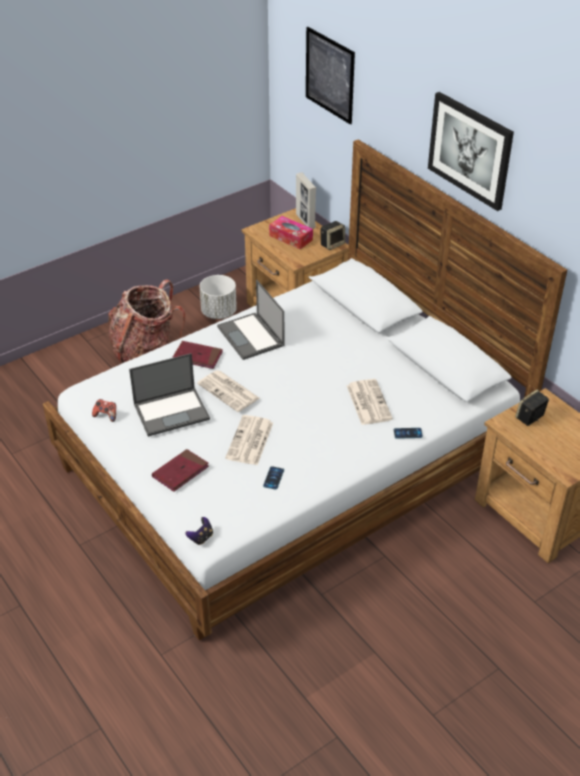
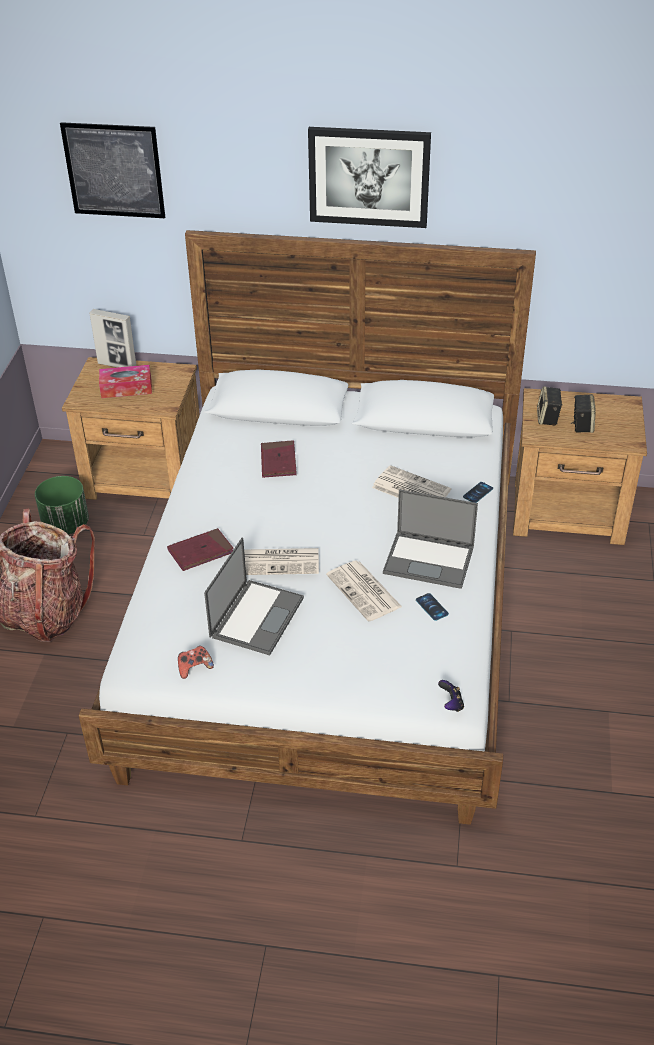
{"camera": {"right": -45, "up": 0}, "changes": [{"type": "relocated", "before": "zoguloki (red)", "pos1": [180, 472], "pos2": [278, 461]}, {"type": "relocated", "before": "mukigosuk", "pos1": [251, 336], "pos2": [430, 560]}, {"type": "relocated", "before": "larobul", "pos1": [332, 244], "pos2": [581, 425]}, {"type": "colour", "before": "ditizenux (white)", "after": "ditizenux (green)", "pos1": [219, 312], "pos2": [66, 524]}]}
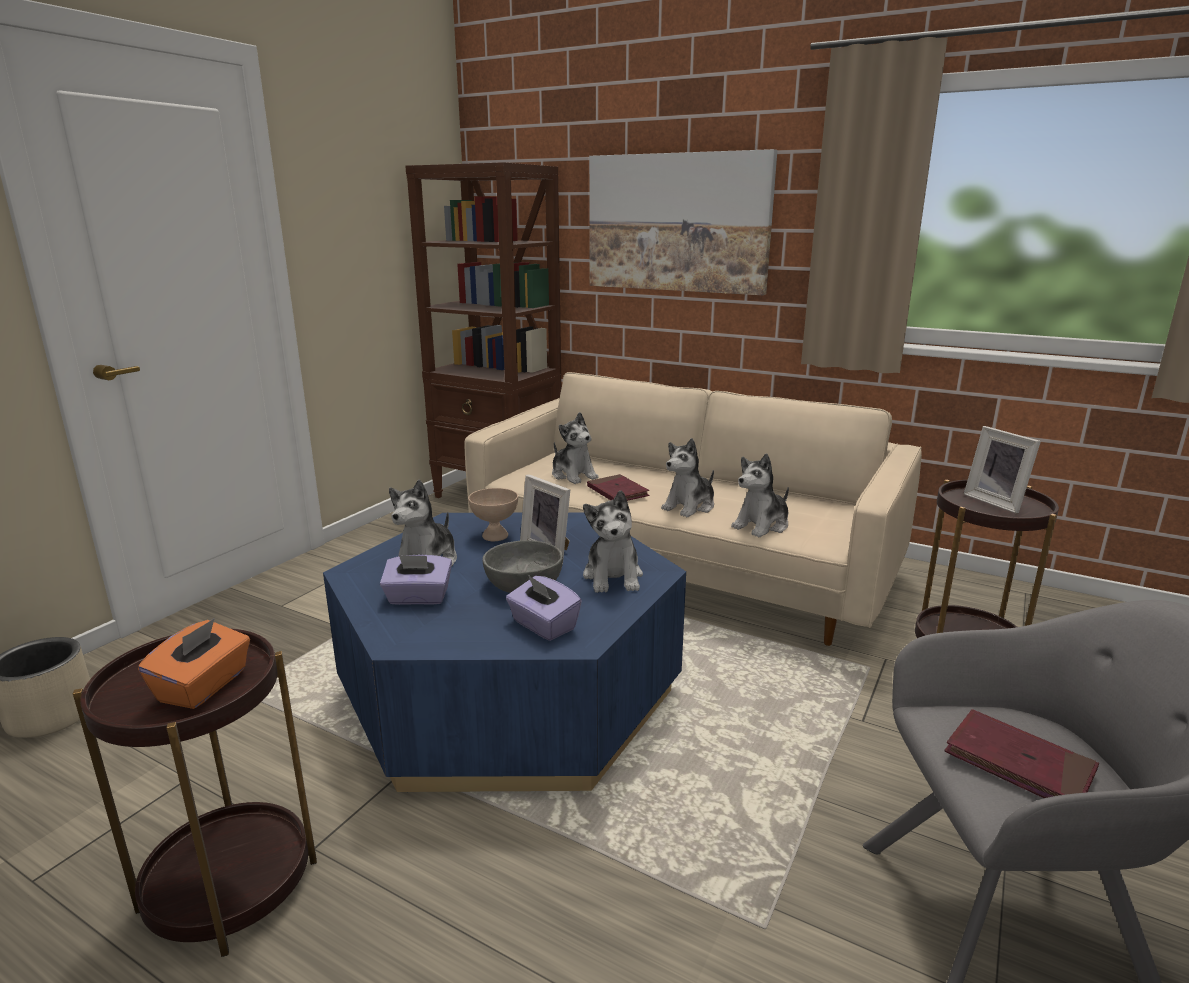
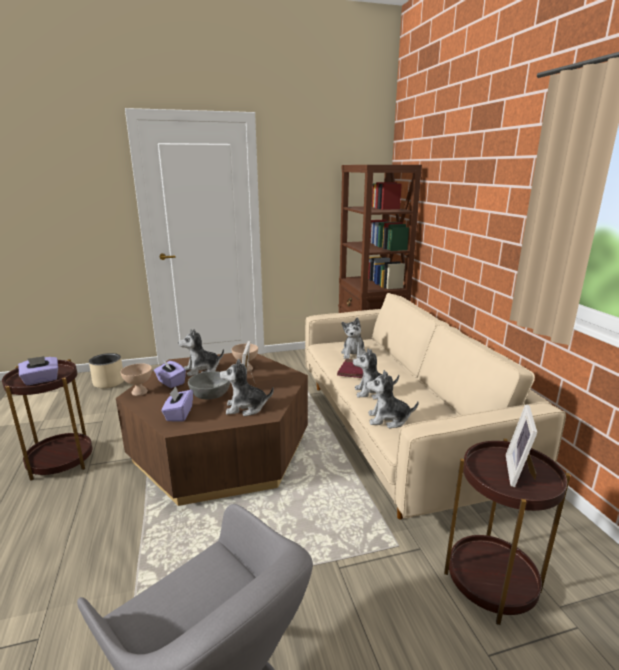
{"camera": {"right": 45, "up": 0}, "changes": [{"type": "missing", "before": "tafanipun", "pos1": [677, 223]}, {"type": "missing", "before": "zoguloki (red)", "pos1": [1018, 764]}, {"type": "appeared", "after": "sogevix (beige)", "pos2": [140, 392]}, {"type": "colour", "before": "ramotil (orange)", "after": "ramotil (purple)", "pos1": [204, 686], "pos2": [41, 380]}, {"type": "colour", "before": "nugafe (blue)", "after": "nugafe (brown)", "pos1": [511, 692], "pos2": [221, 449]}, {"type": "spun", "before": "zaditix", "pos1": [613, 576], "pos2": [246, 408], "turn": 45}]}
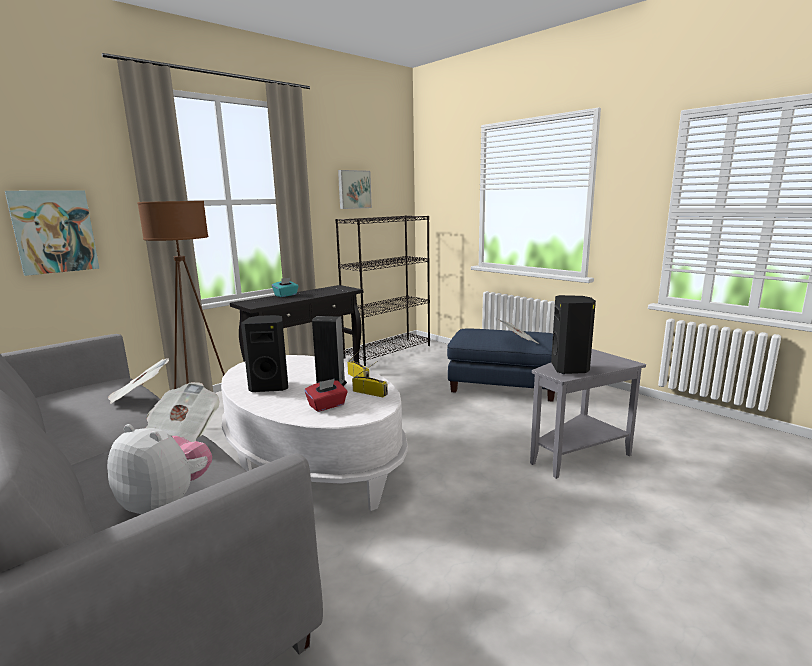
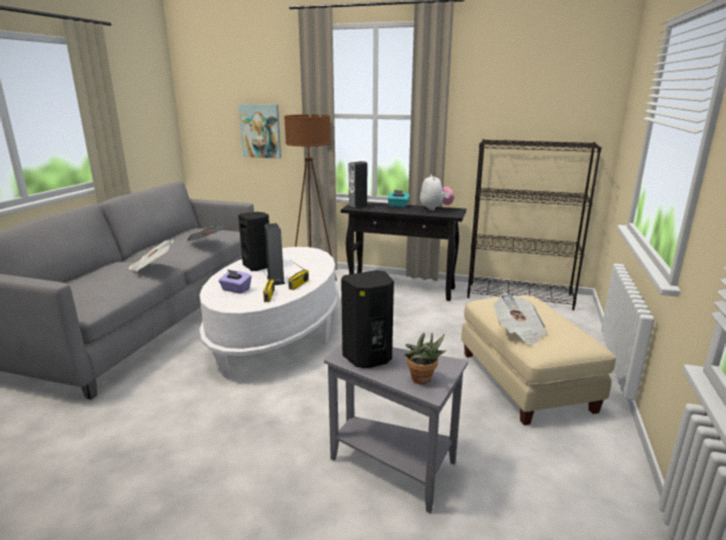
{"camera": {"right": 60, "up": 5}, "changes": [{"type": "missing", "before": "tafanipun", "pos1": [354, 189]}, {"type": "appeared", "after": "larobul", "pos2": [358, 207]}, {"type": "appeared", "after": "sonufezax", "pos2": [423, 381]}, {"type": "relocated", "before": "zaditix", "pos1": [167, 503], "pos2": [435, 209]}, {"type": "colour", "before": "ramotil (red)", "after": "ramotil (purple)", "pos1": [327, 406], "pos2": [235, 290]}, {"type": "colour", "before": "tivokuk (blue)", "after": "tivokuk (beige)", "pos1": [504, 385], "pos2": [525, 381]}]}
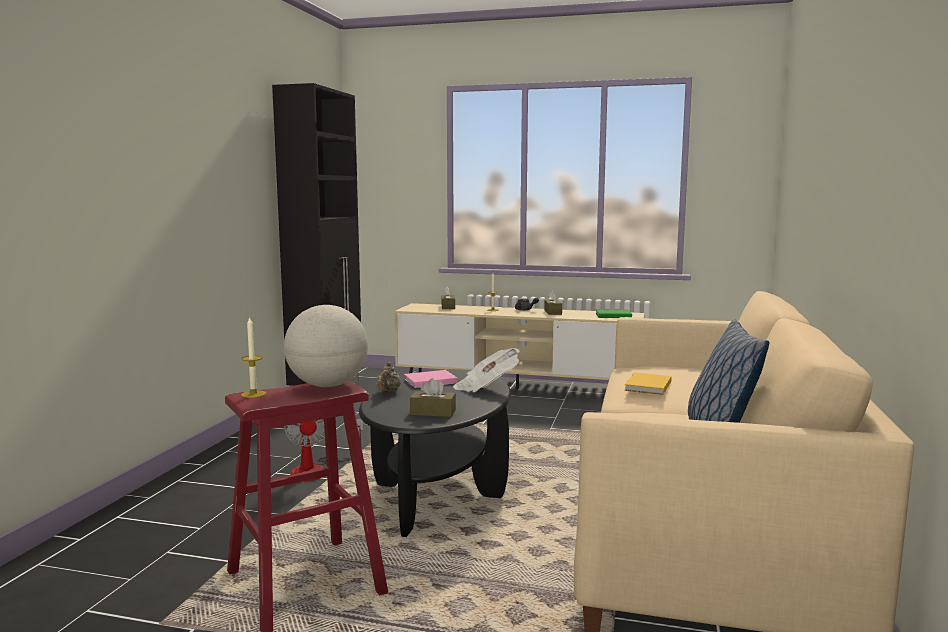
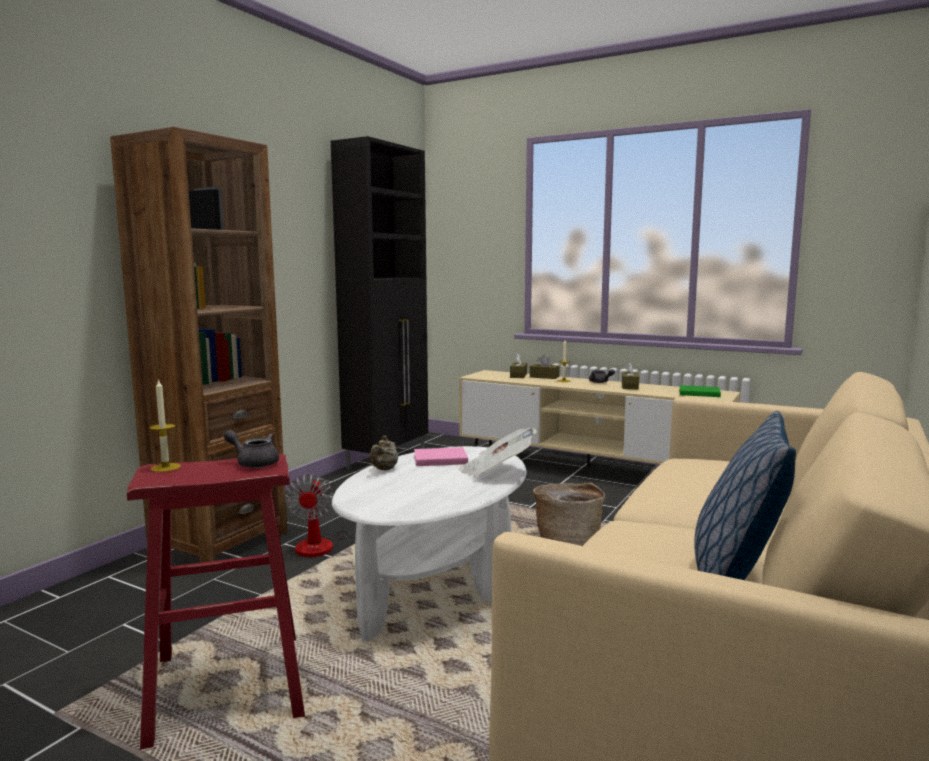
{"camera": {"right": 15, "up": 0}, "changes": [{"type": "missing", "before": "zoguloki (yellow)", "pos1": [647, 386]}, {"type": "appeared", "after": "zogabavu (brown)", "pos2": [219, 541]}, {"type": "appeared", "after": "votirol", "pos2": [568, 542]}, {"type": "relocated", "before": "ramotil (brown)", "pos1": [433, 412], "pos2": [544, 377]}, {"type": "exchanged", "before": "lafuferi", "after": "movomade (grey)", "pos1": [327, 385], "pos2": [254, 463]}, {"type": "colour", "before": "nugafe (black)", "after": "nugafe (white)", "pos1": [438, 491], "pos2": [436, 587]}]}
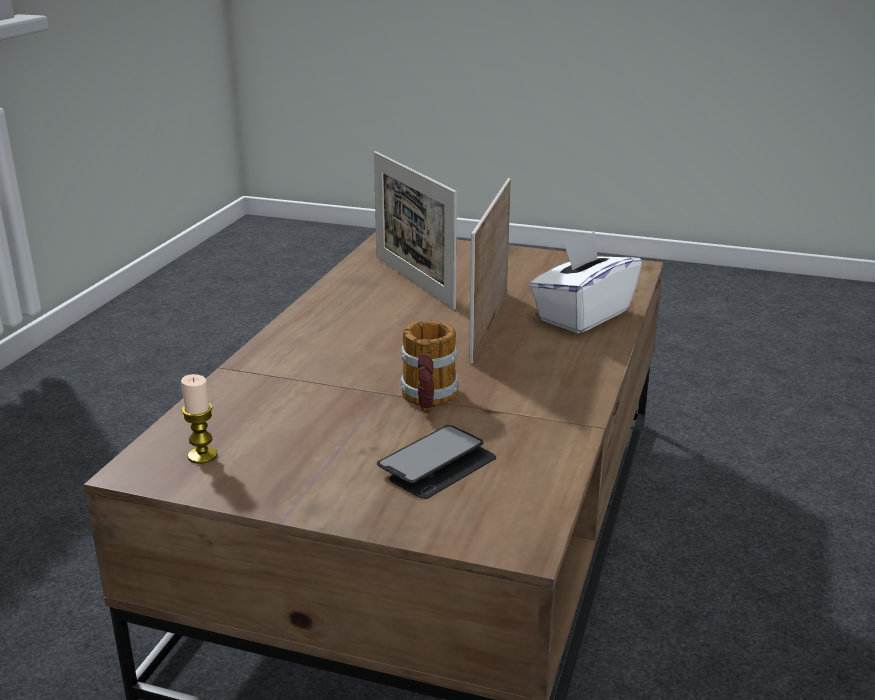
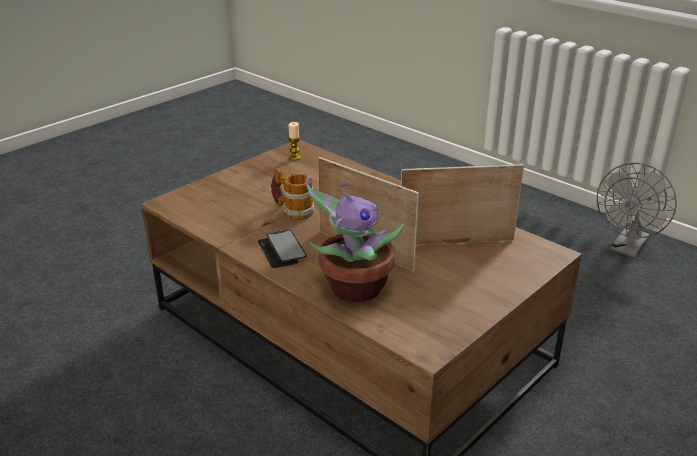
{"camera": {"right": 115, "up": 5}, "changes": [{"type": "appeared", "after": "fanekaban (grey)", "pos2": [627, 248]}, {"type": "relocated", "before": "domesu", "pos1": [437, 464], "pos2": [282, 250]}, {"type": "exchanged", "before": "ramotil (white)", "after": "sonufezax", "pos1": [582, 315], "pos2": [352, 289]}]}
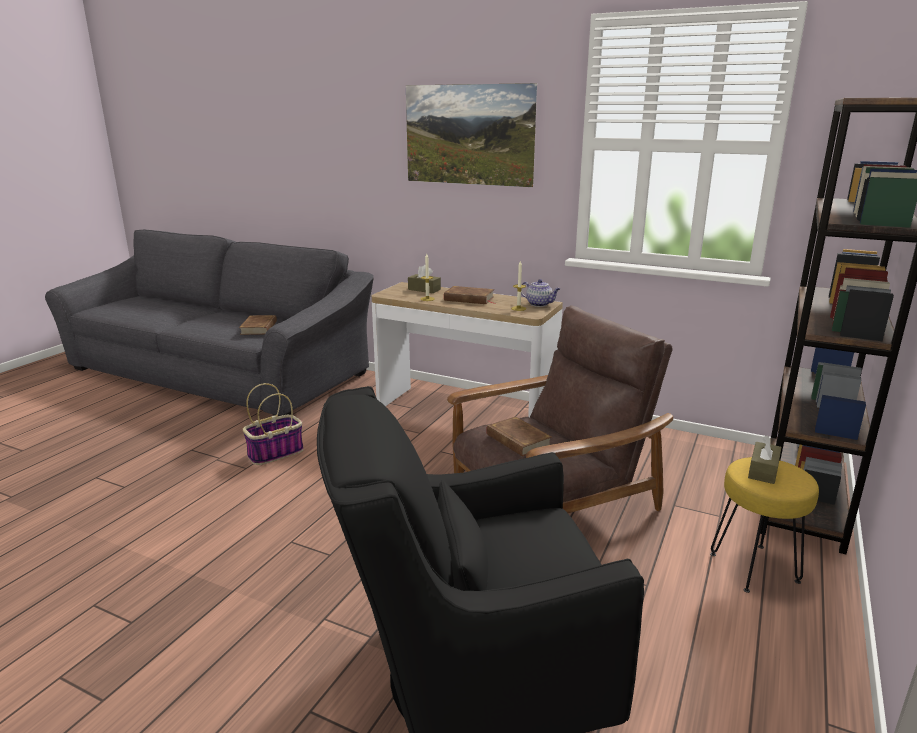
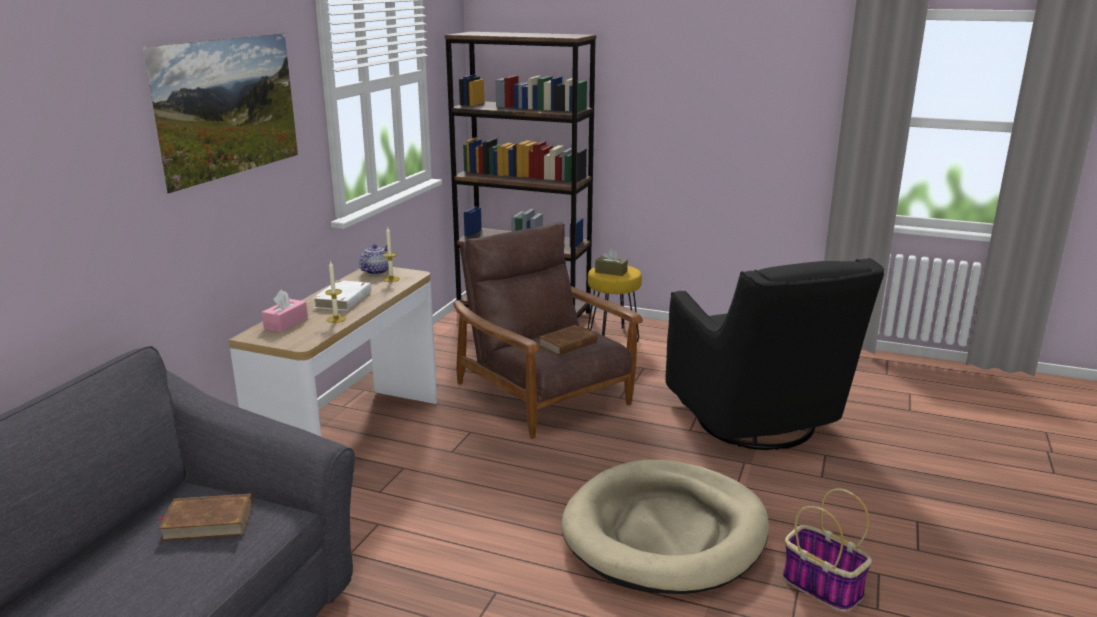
{"camera": {"right": -95, "up": 0}, "changes": [{"type": "appeared", "after": "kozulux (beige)", "pos2": [665, 532]}, {"type": "relocated", "before": "votirol", "pos1": [276, 453], "pos2": [820, 586]}, {"type": "colour", "before": "ramotil (brown)", "after": "ramotil (pink)", "pos1": [424, 289], "pos2": [286, 323]}, {"type": "colour", "before": "zoguloki (brown)", "after": "zoguloki (white)", "pos1": [469, 299], "pos2": [343, 299]}]}
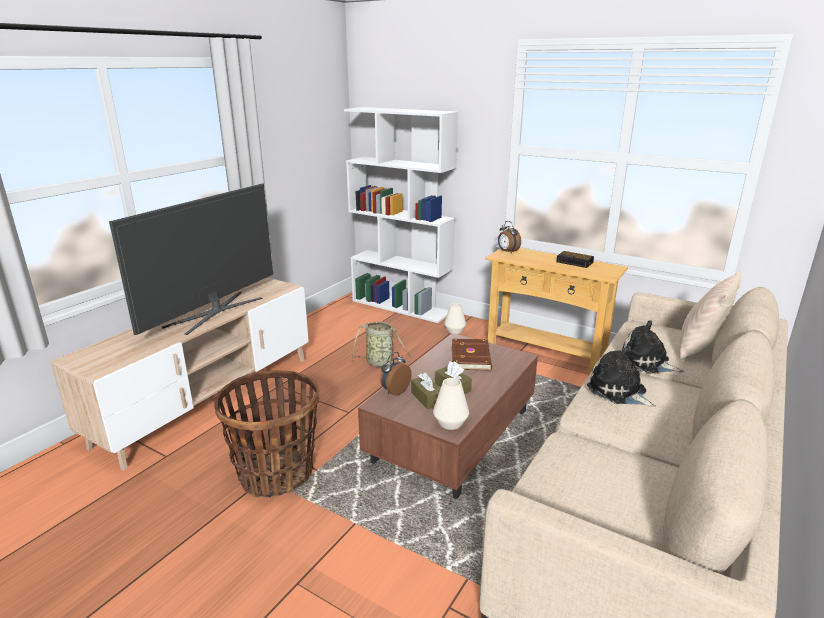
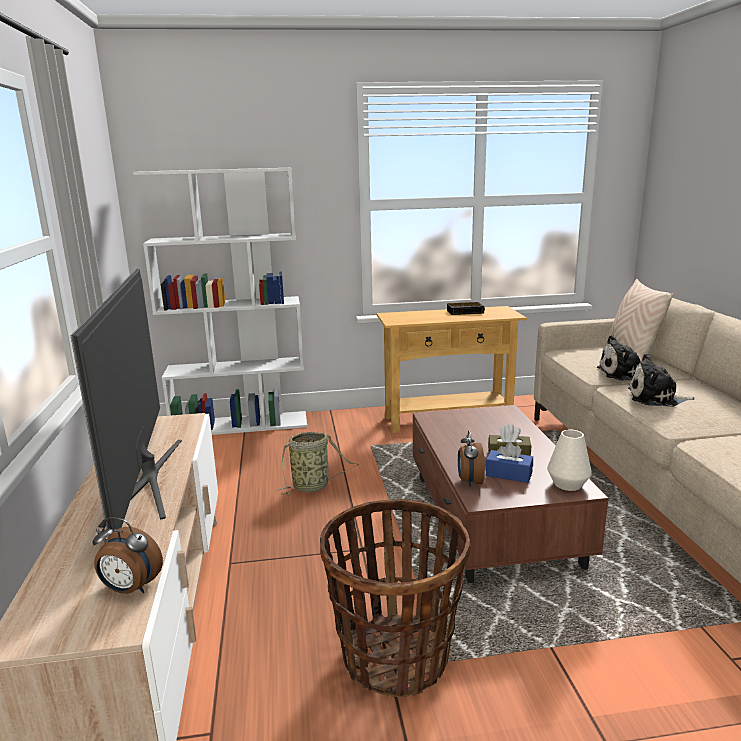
{"camera": {"right": -40, "up": -5}, "changes": [{"type": "missing", "before": "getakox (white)", "pos1": [455, 331]}, {"type": "missing", "before": "zoguloki (brown)", "pos1": [472, 357]}, {"type": "relocated", "before": "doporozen", "pos1": [507, 252], "pos2": [130, 589]}, {"type": "colour", "before": "ramotil (brown)", "after": "ramotil (blue)", "pos1": [427, 398], "pos2": [508, 474]}]}
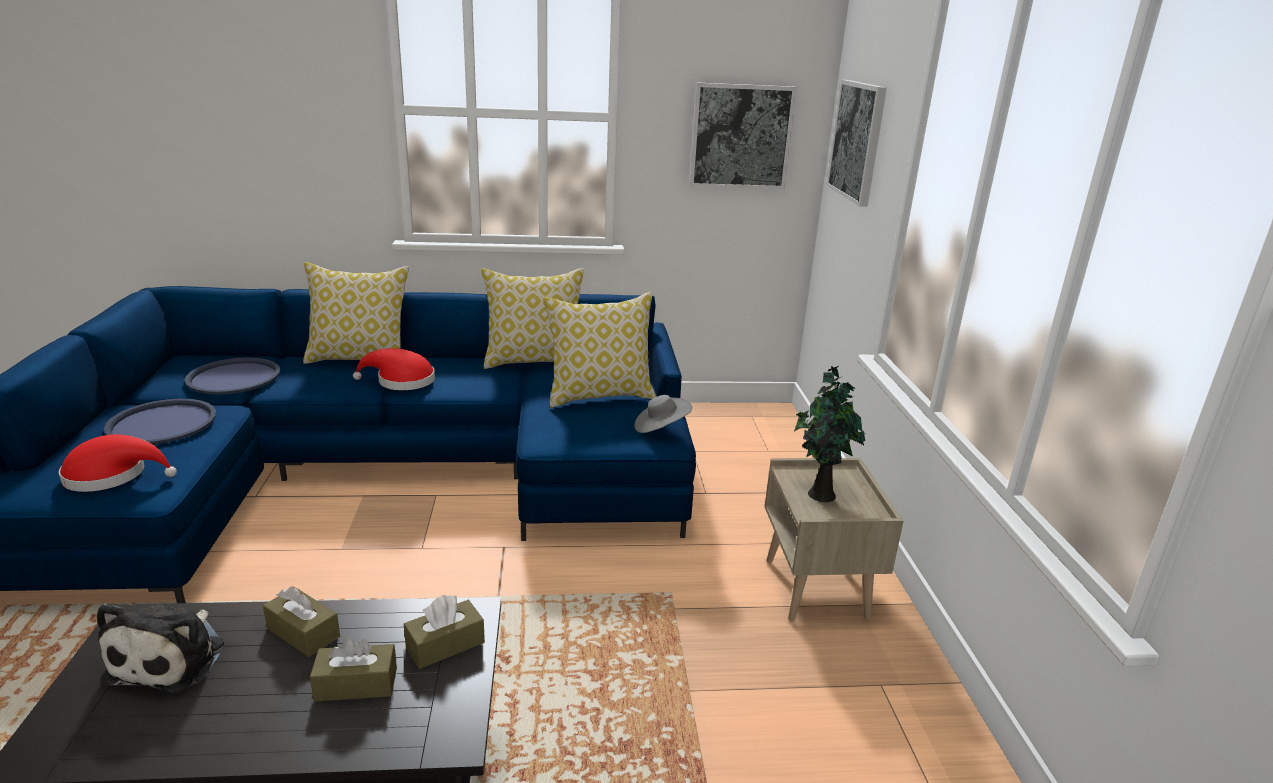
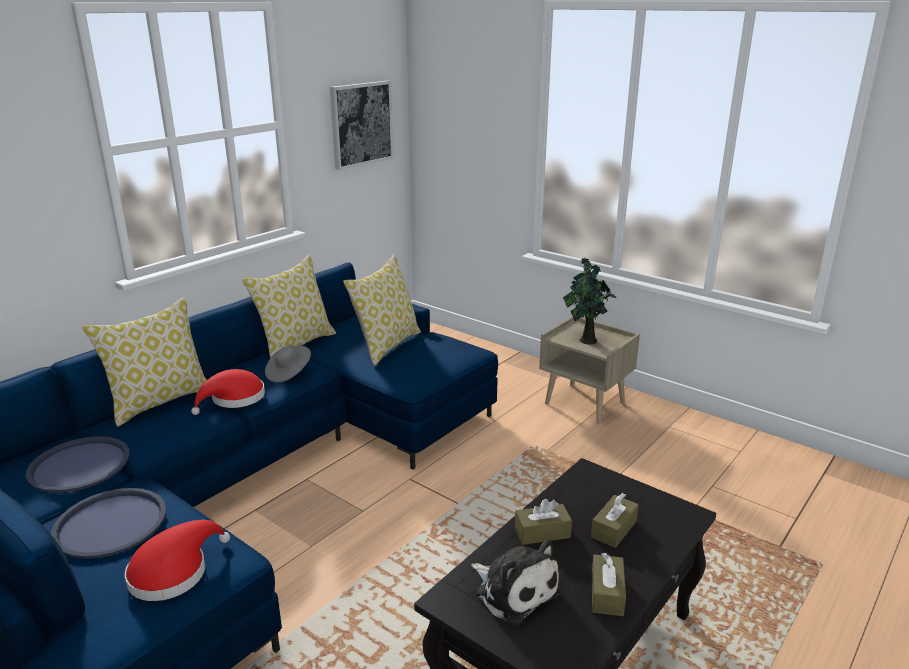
{"camera": {"right": -45, "up": 0}, "changes": [{"type": "missing", "before": "tafanipun", "pos1": [857, 141]}, {"type": "relocated", "before": "ramotil (brown)", "pos1": [445, 645], "pos2": [607, 593]}, {"type": "relocated", "before": "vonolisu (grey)", "pos1": [660, 428], "pos2": [288, 373]}]}
